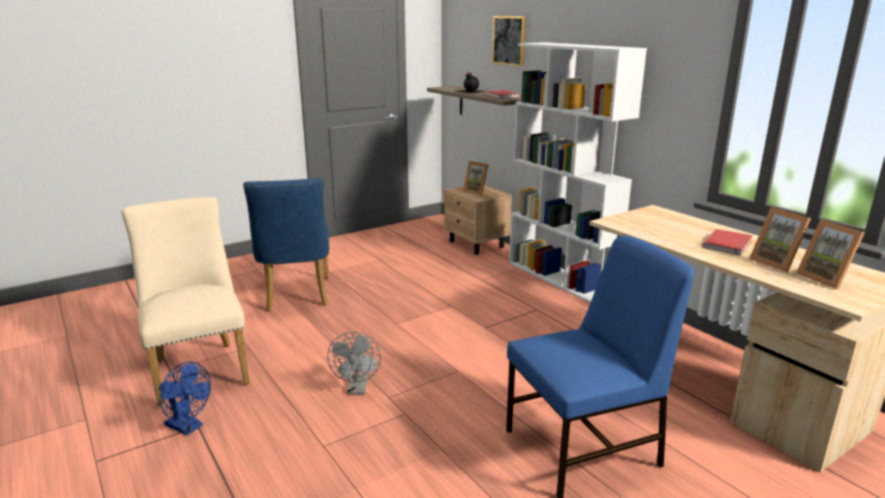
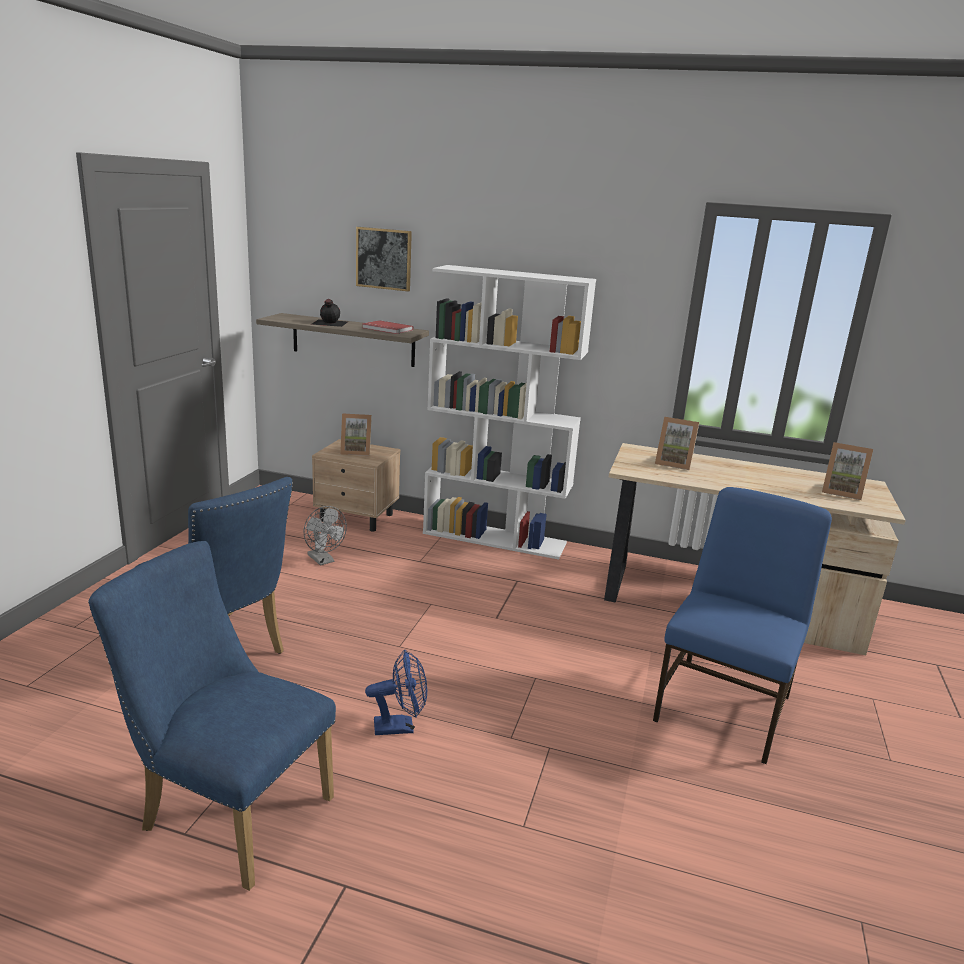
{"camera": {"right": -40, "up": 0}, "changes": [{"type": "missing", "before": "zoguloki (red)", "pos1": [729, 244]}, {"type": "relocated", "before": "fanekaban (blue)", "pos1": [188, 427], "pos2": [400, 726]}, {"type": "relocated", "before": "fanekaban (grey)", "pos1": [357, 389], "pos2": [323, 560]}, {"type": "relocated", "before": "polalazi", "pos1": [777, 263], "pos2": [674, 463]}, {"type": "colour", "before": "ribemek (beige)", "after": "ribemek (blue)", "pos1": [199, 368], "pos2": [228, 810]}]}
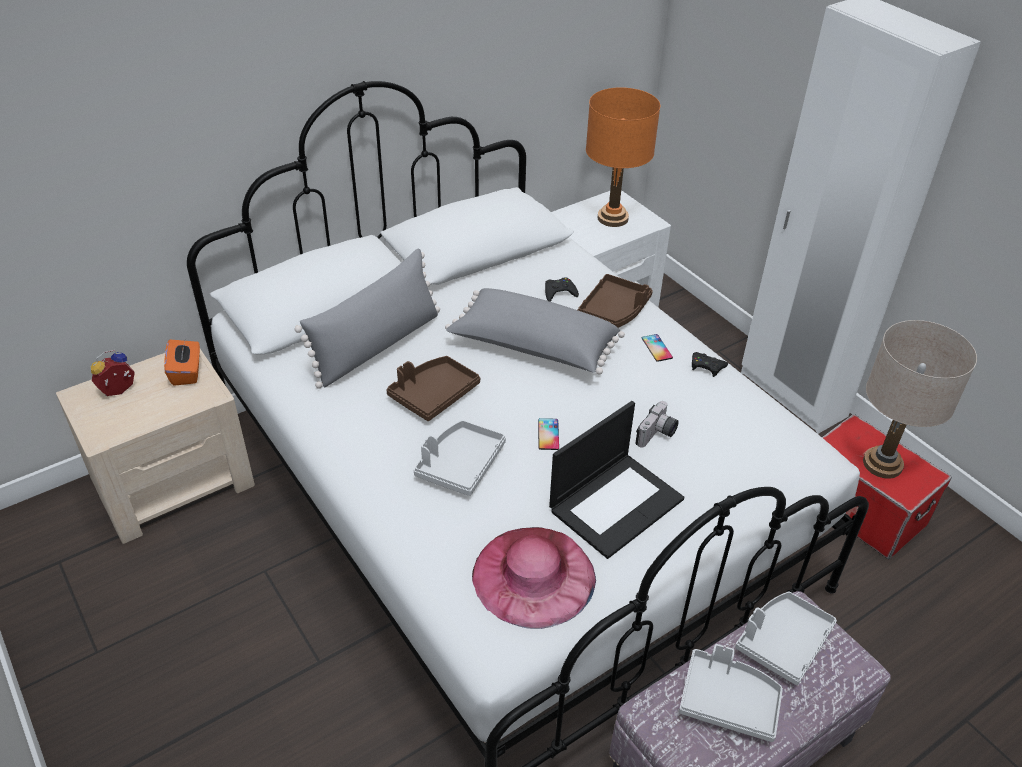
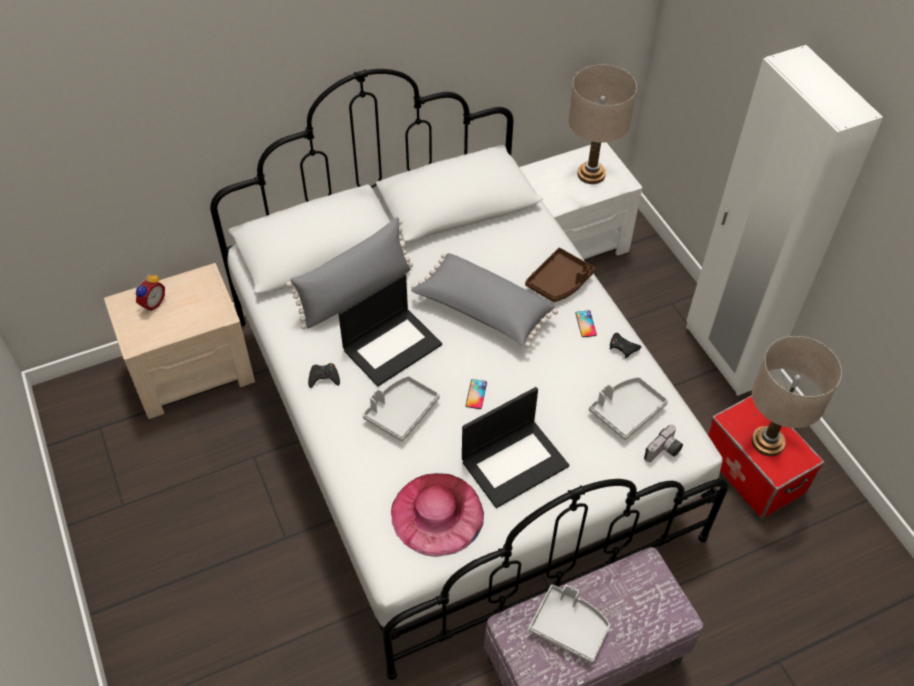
{"camera": {"right": 10, "up": 10}, "changes": [{"type": "missing", "before": "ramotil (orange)", "pos1": [187, 372]}, {"type": "relocated", "before": "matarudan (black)", "pos1": [559, 292], "pos2": [324, 378]}, {"type": "relocated", "before": "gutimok", "pos1": [657, 435], "pos2": [664, 452]}, {"type": "relocated", "before": "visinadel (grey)", "pos1": [782, 642], "pos2": [626, 411]}, {"type": "exchanged", "before": "visinadel (brown)", "after": "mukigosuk", "pos1": [433, 394], "pos2": [392, 346]}, {"type": "colour", "before": "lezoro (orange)", "after": "lezoro (beige)", "pos1": [613, 218], "pos2": [591, 174]}, {"type": "spun", "before": "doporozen", "pos1": [119, 391], "pos2": [152, 303], "turn": 150}]}
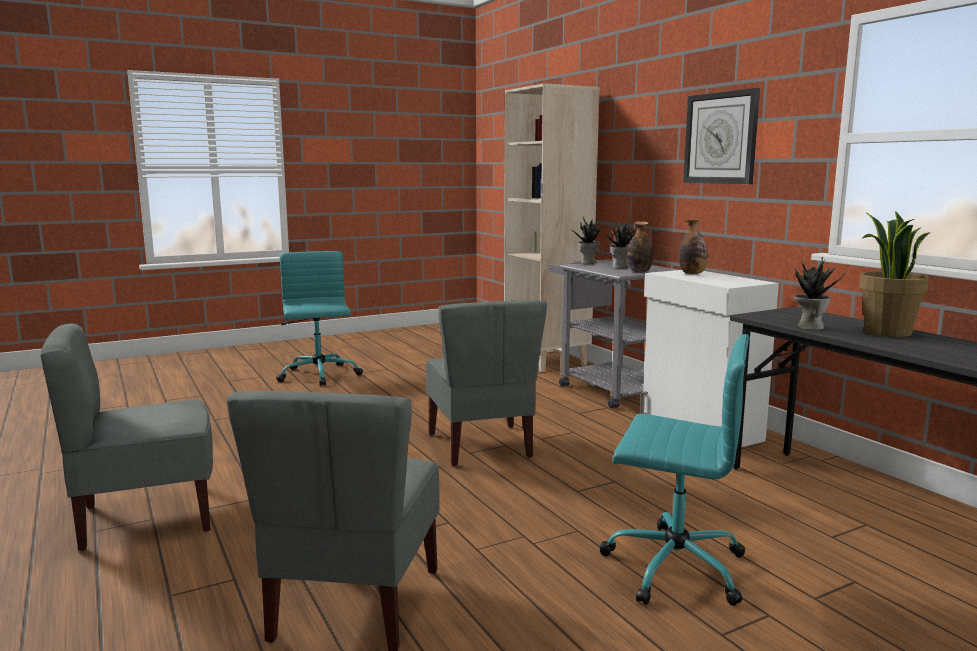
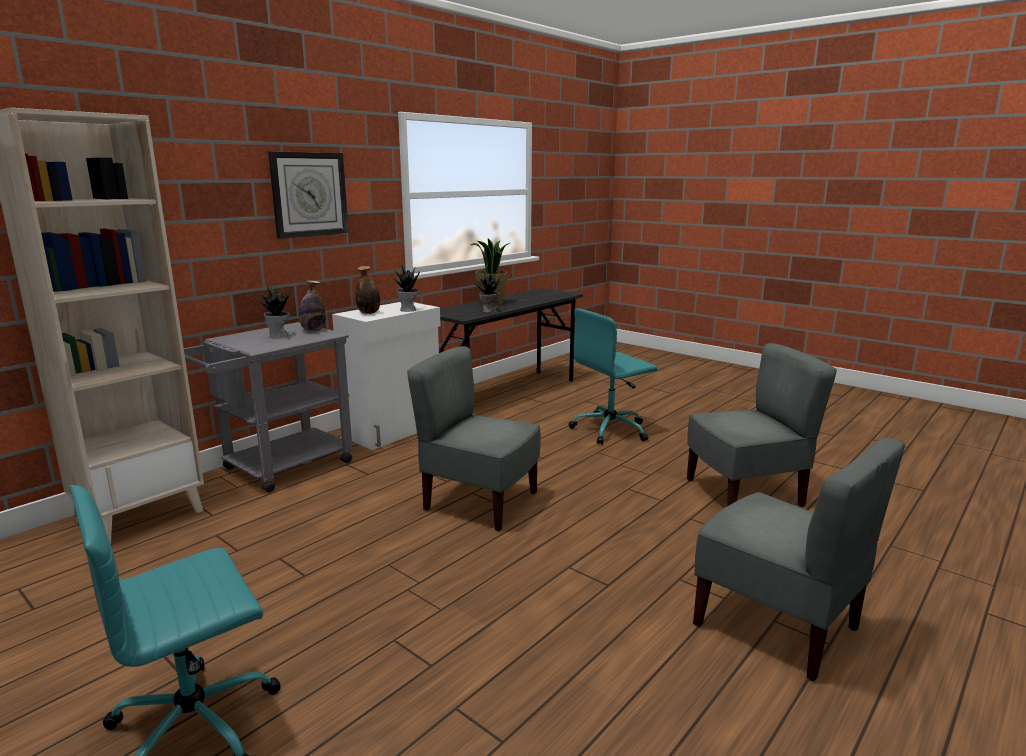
{"camera": {"right": -110, "up": 5}, "changes": [{"type": "relocated", "before": "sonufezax", "pos1": [588, 262], "pos2": [409, 310]}, {"type": "spun", "before": "ribemek (grey)", "pos1": [481, 445], "pos2": [479, 502], "turn": -120}, {"type": "spun", "before": "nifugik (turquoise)", "pos1": [672, 566], "pos2": [611, 430], "turn": -120}]}
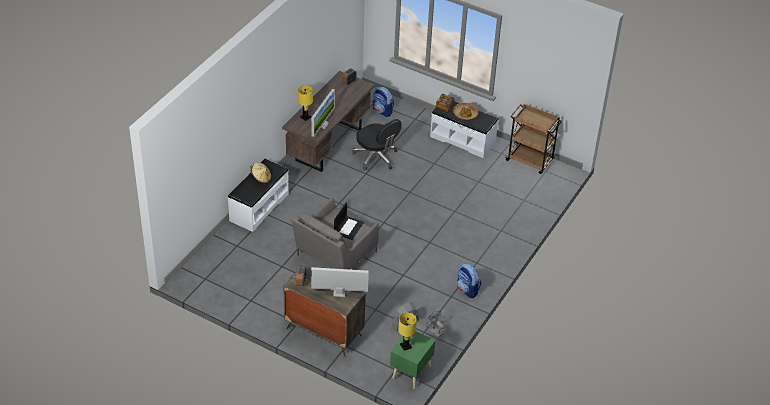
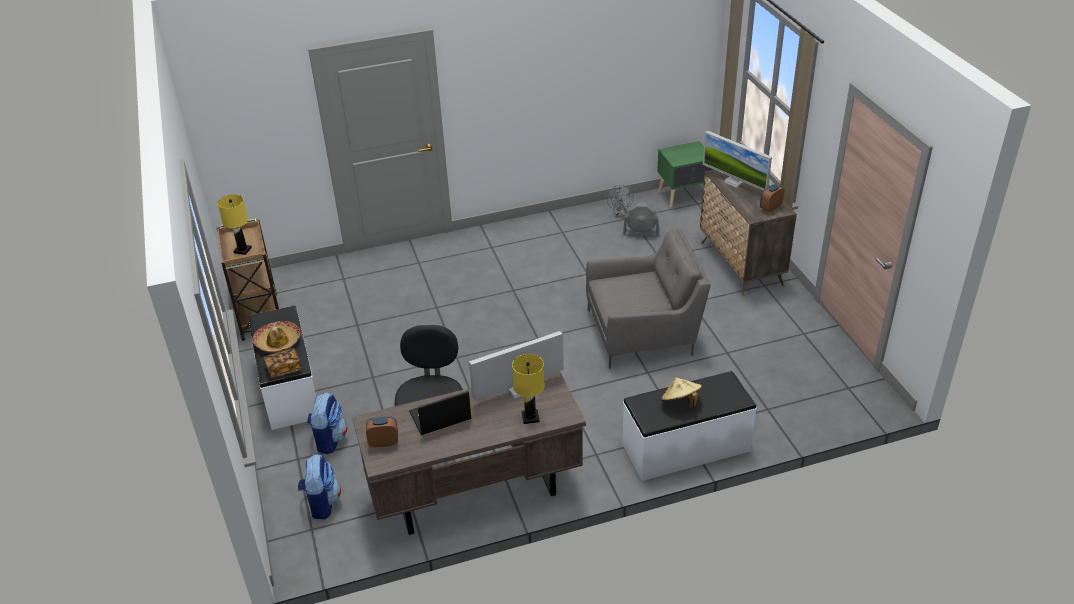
{"camera": {"right": -135, "up": -5}, "changes": [{"type": "relocated", "before": "mukigosuk", "pos1": [348, 227], "pos2": [440, 416]}, {"type": "relocated", "before": "lezoro (yellow)", "pos1": [405, 346], "pos2": [242, 250]}, {"type": "relocated", "before": "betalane", "pos1": [467, 290], "pos2": [329, 439]}]}
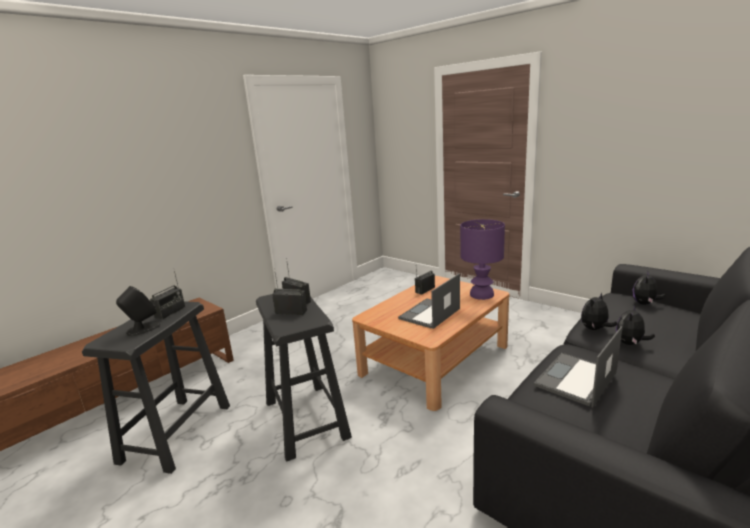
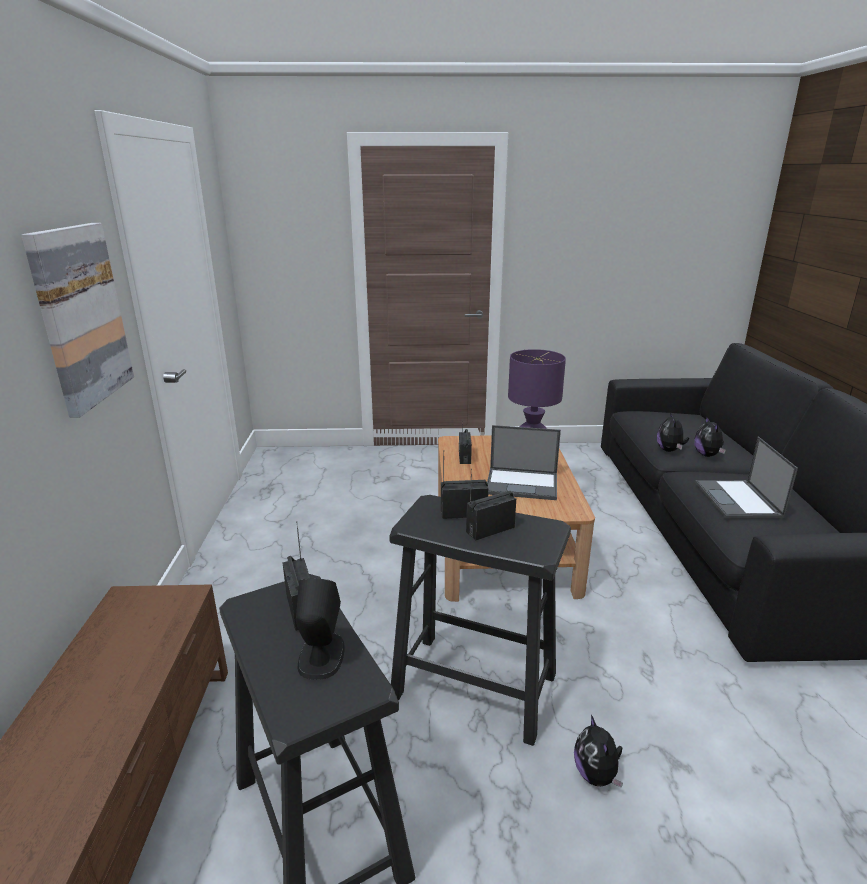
{"camera": {"right": -45, "up": 5}, "changes": [{"type": "appeared", "after": "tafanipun", "pos2": [80, 316]}, {"type": "relocated", "before": "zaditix", "pos1": [645, 303], "pos2": [596, 774]}, {"type": "spun", "before": "mukigosuk", "pos1": [429, 314], "pos2": [523, 484], "turn": -75}]}
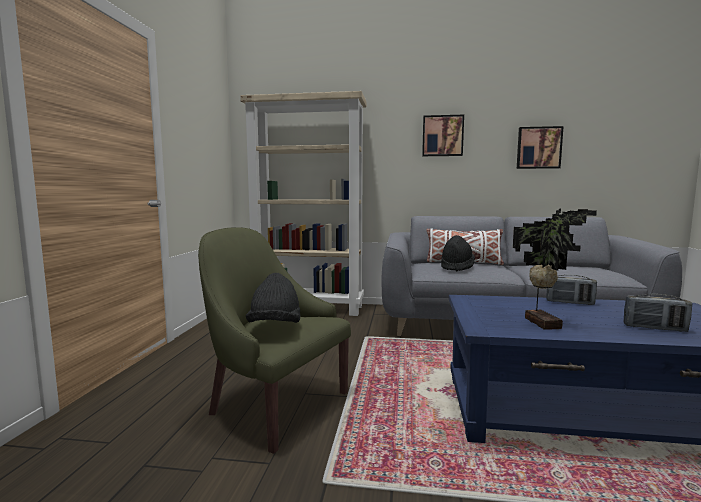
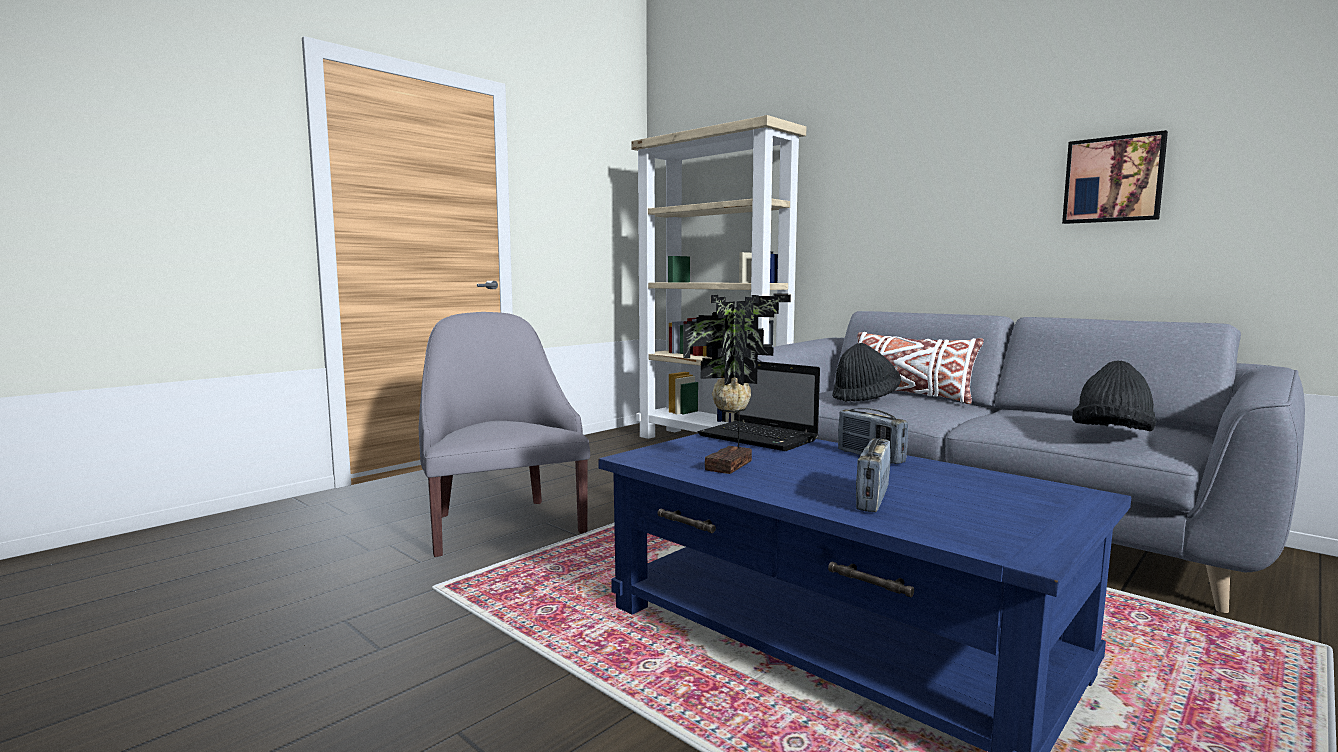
{"camera": {"right": 35, "up": 0}, "changes": [{"type": "missing", "before": "tafanipun", "pos1": [442, 136]}, {"type": "appeared", "after": "mukigosuk", "pos2": [760, 438]}, {"type": "relocated", "before": "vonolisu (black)", "pos1": [275, 327], "pos2": [1112, 434]}, {"type": "colour", "before": "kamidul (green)", "after": "kamidul (grey)", "pos1": [275, 405], "pos2": [501, 524]}, {"type": "spun", "before": "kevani", "pos1": [654, 328], "pos2": [872, 499], "turn": 60}]}
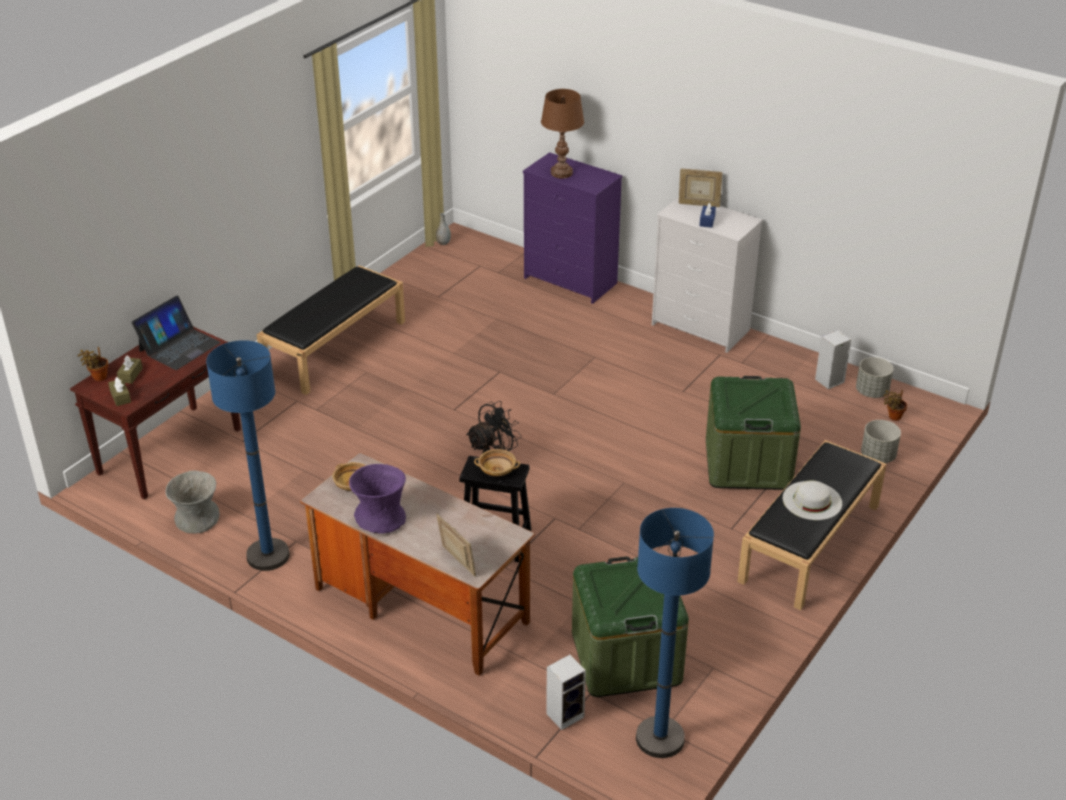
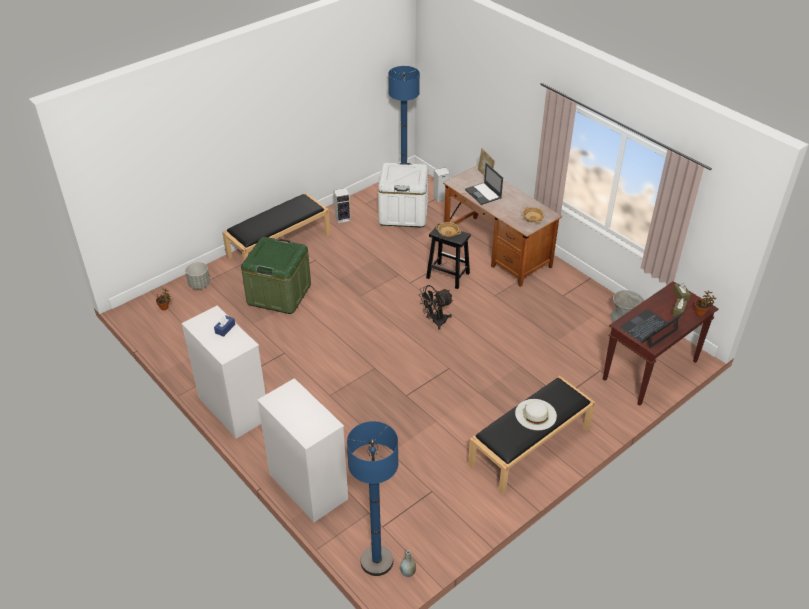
{"camera": {"right": -165, "up": 5}, "changes": [{"type": "missing", "before": "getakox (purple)", "pos1": [380, 517]}, {"type": "missing", "before": "lezoro (brown)", "pos1": [561, 173]}, {"type": "missing", "before": "polalazi", "pos1": [698, 204]}, {"type": "missing", "before": "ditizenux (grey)", "pos1": [872, 392]}, {"type": "appeared", "after": "mukigosuk", "pos2": [483, 194]}, {"type": "relocated", "before": "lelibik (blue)", "pos1": [268, 556], "pos2": [377, 561]}, {"type": "relocated", "before": "vonolisu (white)", "pos1": [812, 500], "pos2": [535, 414]}, {"type": "relocated", "before": "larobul", "pos1": [829, 381], "pos2": [343, 218]}, {"type": "colour", "before": "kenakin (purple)", "after": "kenakin (white)", "pos1": [571, 281], "pos2": [307, 486]}, {"type": "colour", "before": "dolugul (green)", "after": "dolugul (white)", "pos1": [626, 657], "pos2": [403, 213]}]}
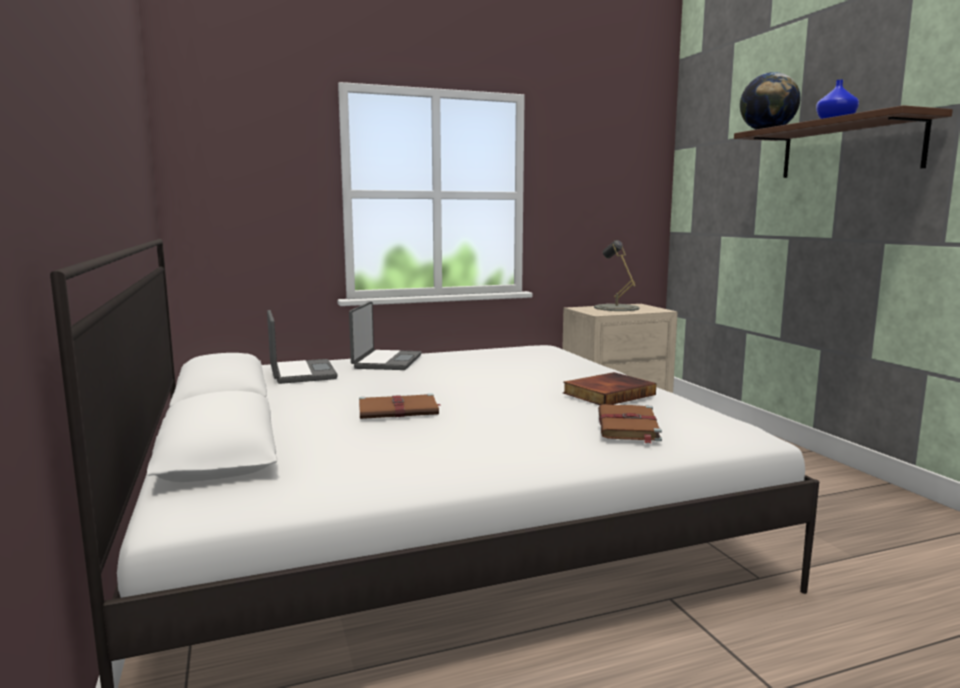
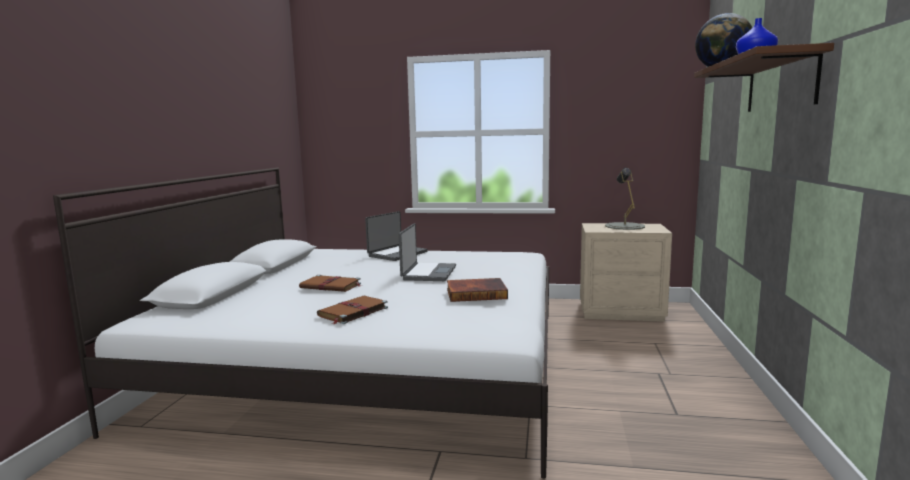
{"camera": {"right": 30, "up": 0}, "changes": [{"type": "relocated", "before": "mukigosuk", "pos1": [300, 373], "pos2": [428, 273]}, {"type": "relocated", "before": "zoguloki (brown)", "pos1": [628, 426], "pos2": [352, 312]}]}
